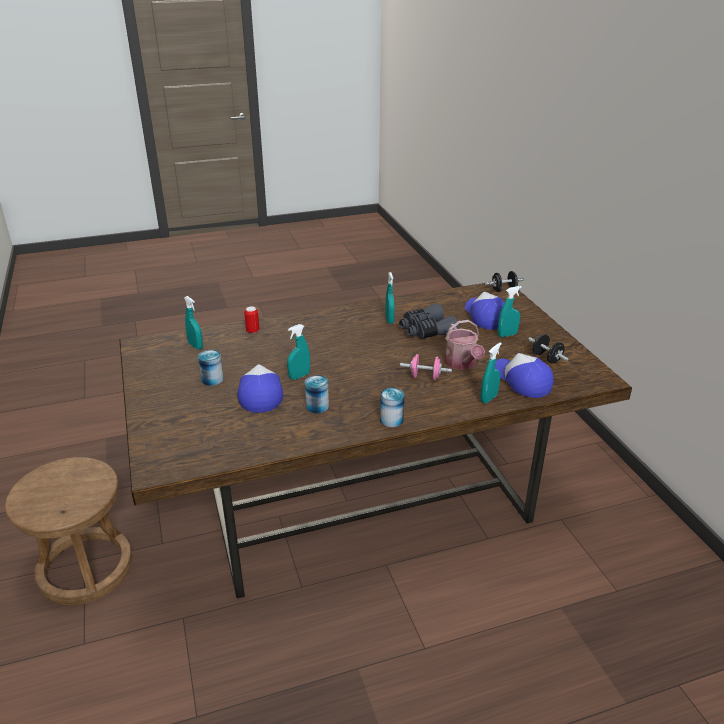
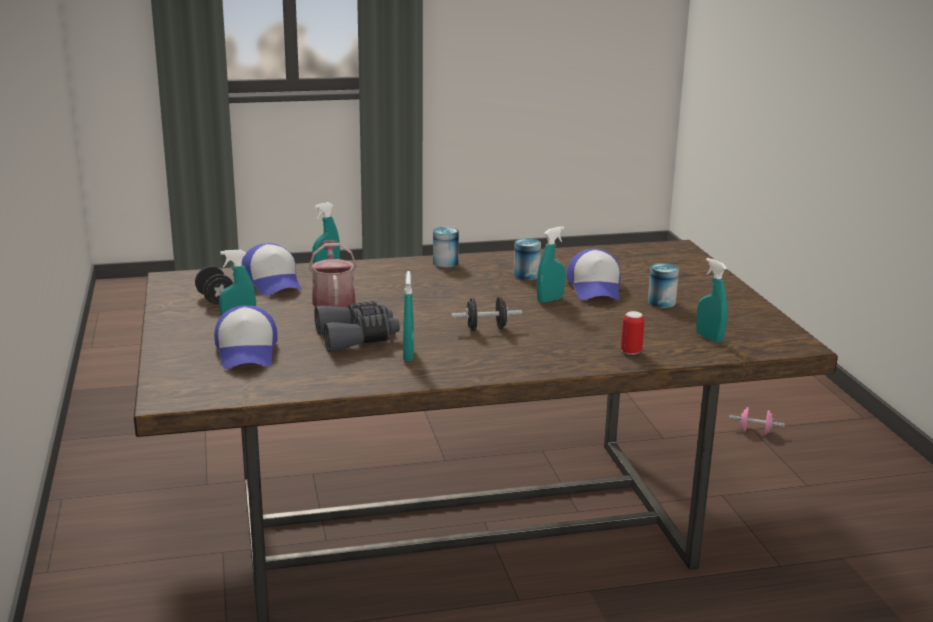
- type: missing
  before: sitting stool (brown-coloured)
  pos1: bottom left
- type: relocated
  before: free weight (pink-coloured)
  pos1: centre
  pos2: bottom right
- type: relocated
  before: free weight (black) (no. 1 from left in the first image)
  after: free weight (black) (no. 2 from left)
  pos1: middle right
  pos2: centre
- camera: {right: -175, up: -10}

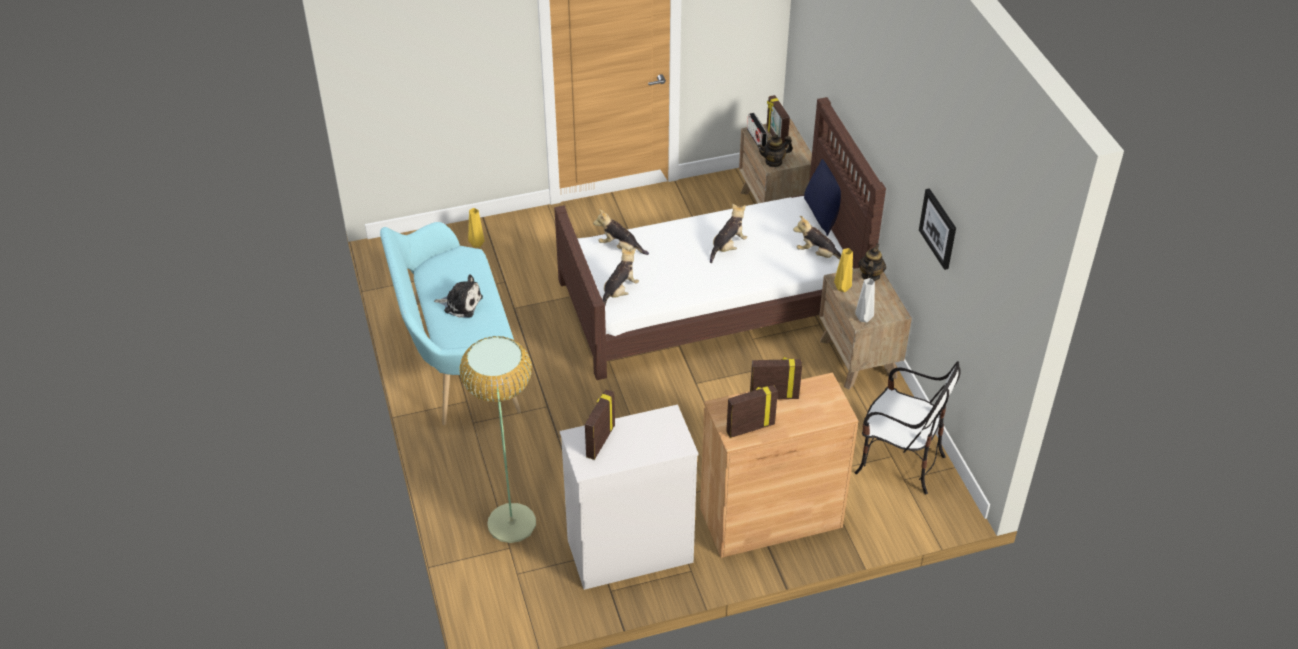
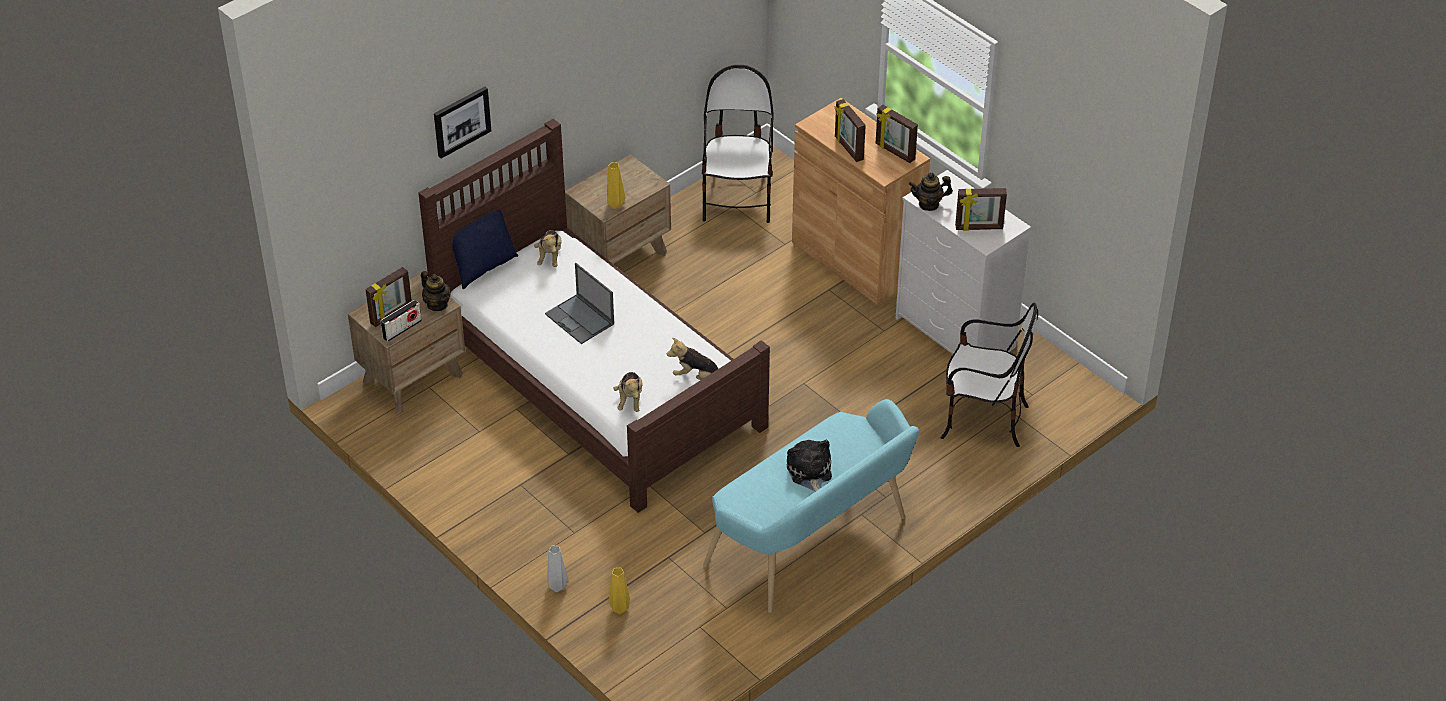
- type: exchanged
  before: standing lamp
  after: upright chair (no. 2 from left)
  pos1: bottom centre
  pos2: middle right
- type: exchanged
  before: plush toy (no. 4 from left)
  after: portable computer
  pos1: centre
  pos2: centre
- type: relocated
  before: flower vase (gray)
  pos1: centre
  pos2: bottom centre
- type: relocated
  before: tea pot (no. 2 from left)
  pos1: middle right
  pos2: top centre
- type: relocated
  before: wall art
  pos1: middle right
  pos2: top left
- camera: {right: -115, up: 0}

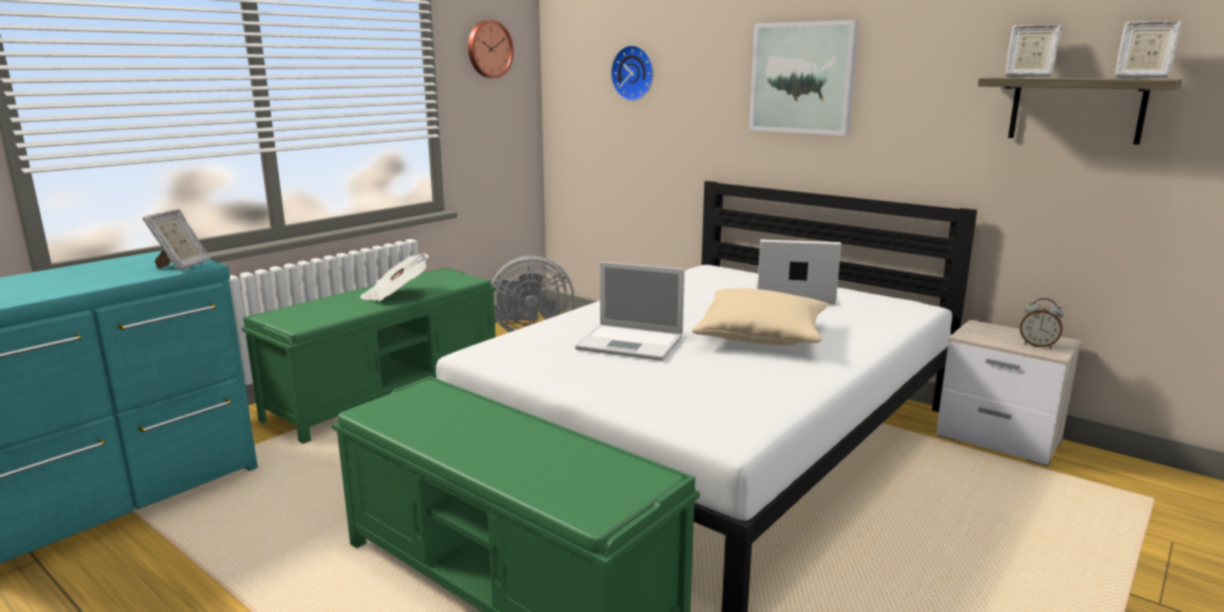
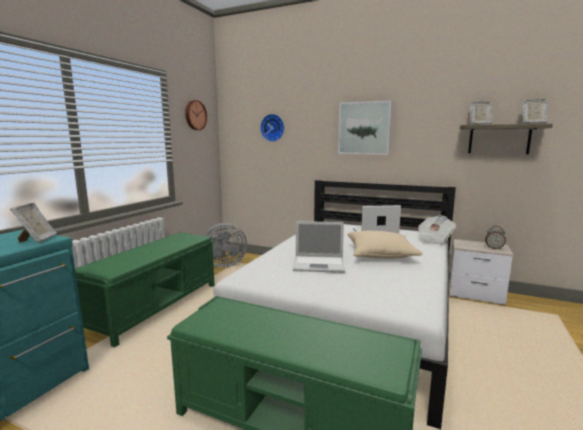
- type: relocated
  before: printed paper
  pos1: middle left
  pos2: middle right
- camera: {right: -15, up: -5}

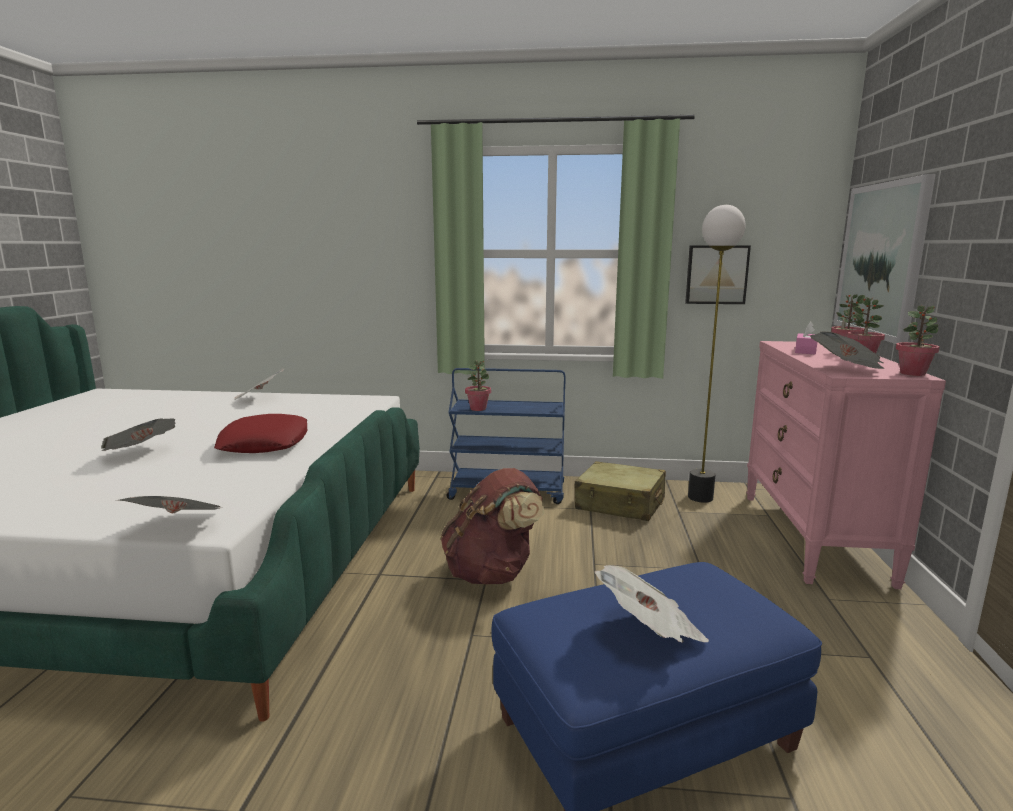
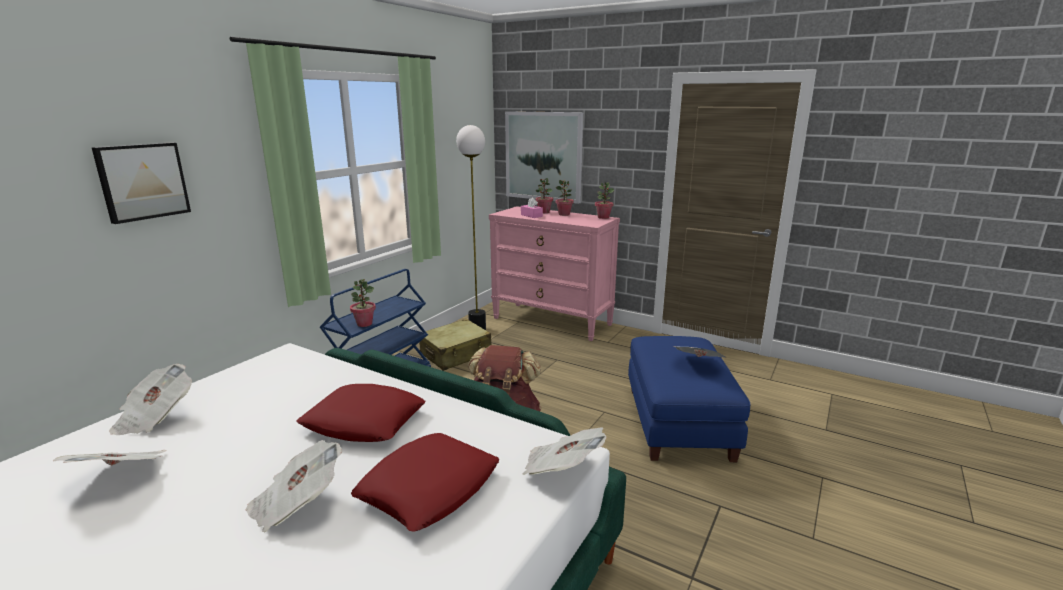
- type: relocated
  before: wall art (no. 1 from left)
  pos1: middle right
  pos2: top left
- type: relocated
  before: printed paper (no. 5 from left in the first image)
  after: printed paper (no. 1 from left)
  pos1: middle right
  pos2: bottom left
- type: appeared
  after: throw pillow (red) (no. 2 from left)
  pos2: bottom centre
- camera: {right: -65, up: 5}

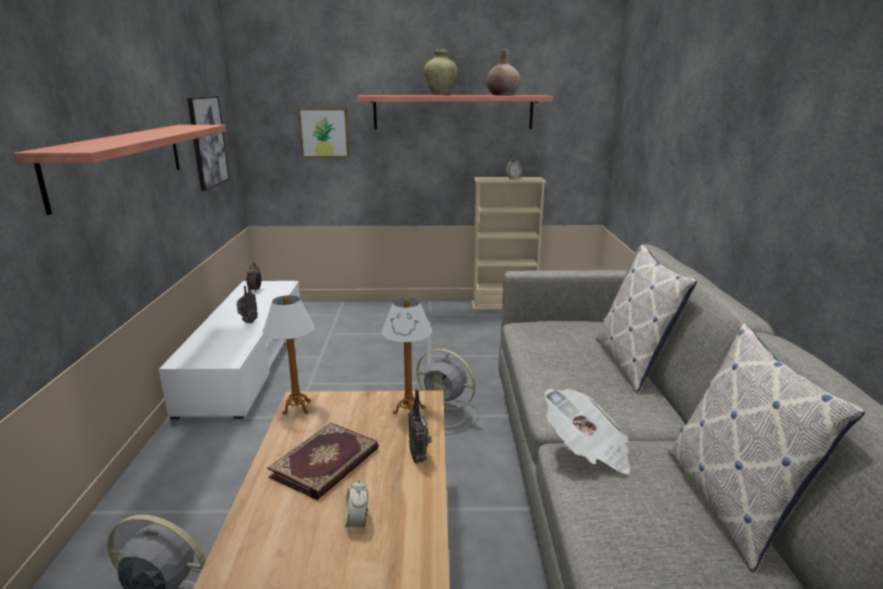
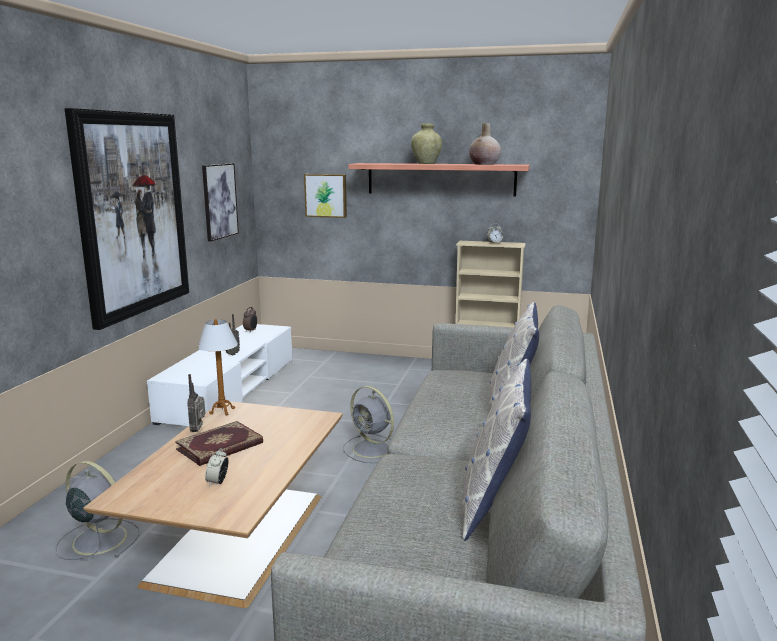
- type: exchanged
  before: bracket shelf (no. 1 from left)
  after: wall art (no. 1 from left)
  pos1: top left
  pos2: middle left
- type: missing
  before: tabletop lamp (no. 2 from left)
  pos1: centre
- type: relocated
  before: radio (no. 2 from left in the first image)
  after: radio (no. 1 from left)
  pos1: bottom centre
  pos2: middle left
- type: missing
  before: printed paper
  pos1: bottom centre
- camera: {right: 15, up: -5}

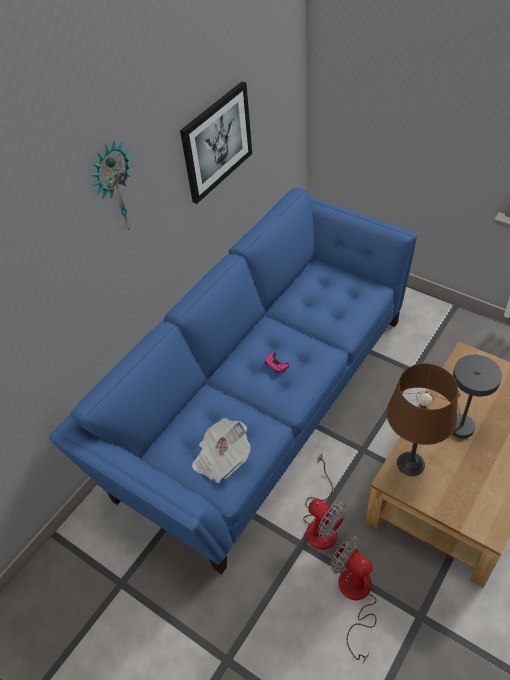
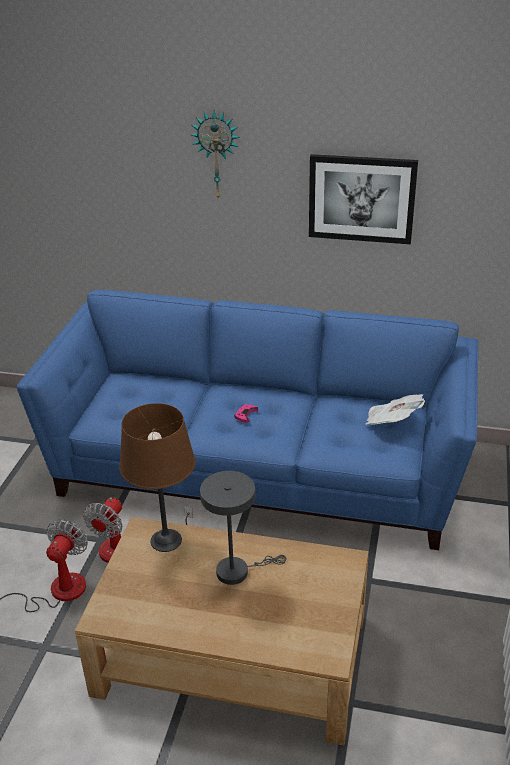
- type: relocated
  before: printed paper
  pos1: centre
  pos2: middle right
- camera: {right: 65, up: -15}

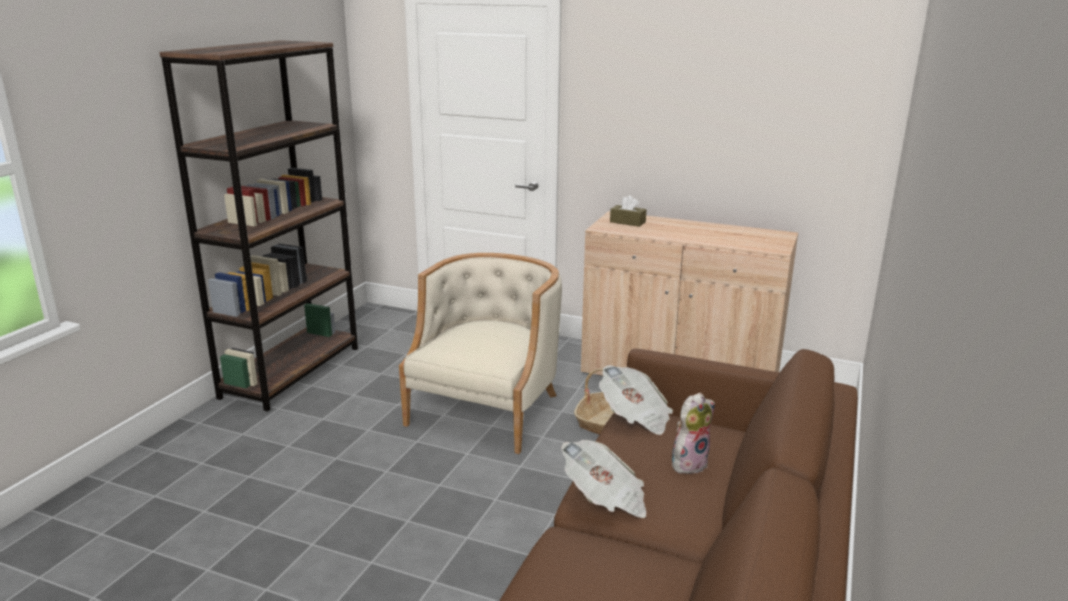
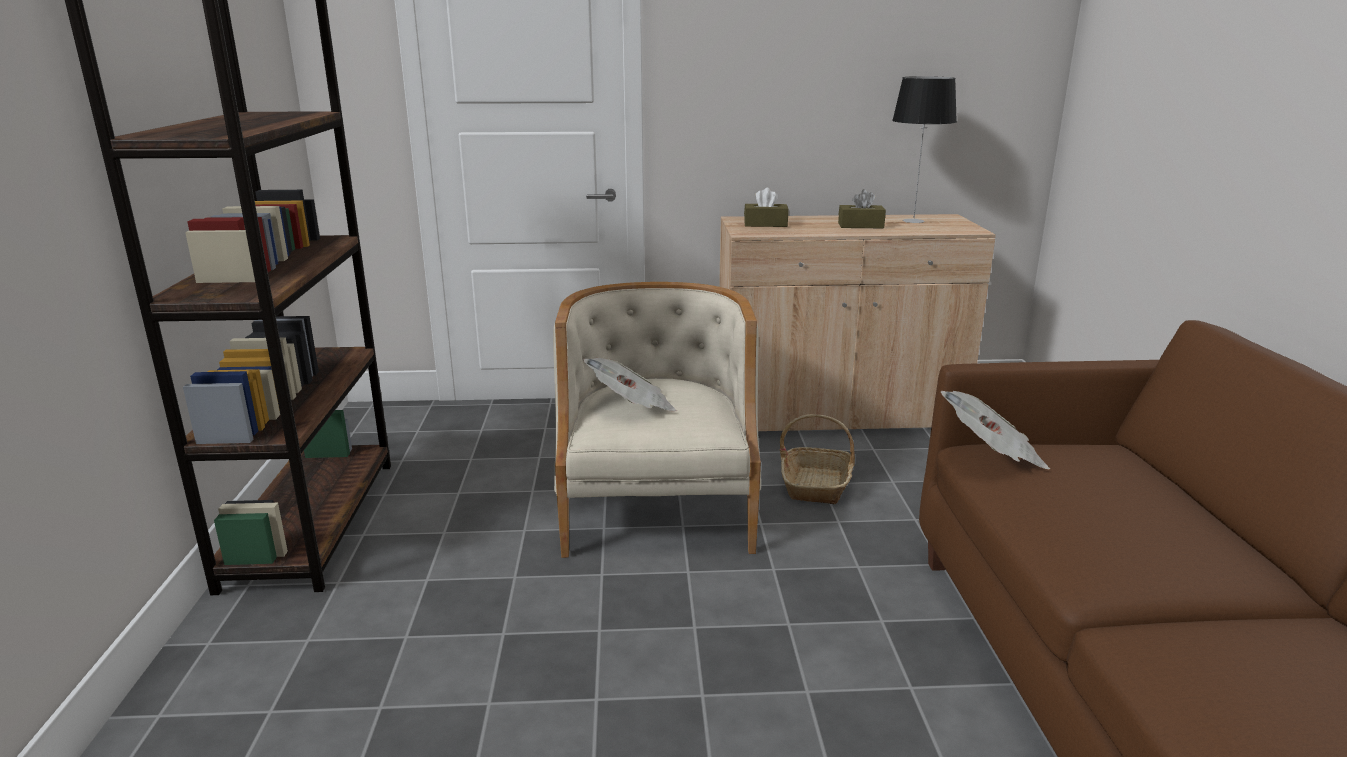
- type: relocated
  before: printed paper (no. 1 from left)
  pos1: bottom centre
  pos2: centre
- type: missing
  before: plush toy
  pos1: bottom centre
- type: appeared
  after: tissue holder (brown-coloured) (no. 2 from left)
  pos2: top centre
- type: appeared
  after: tabletop lamp
  pos2: top right
- camera: {right: -25, up: 0}

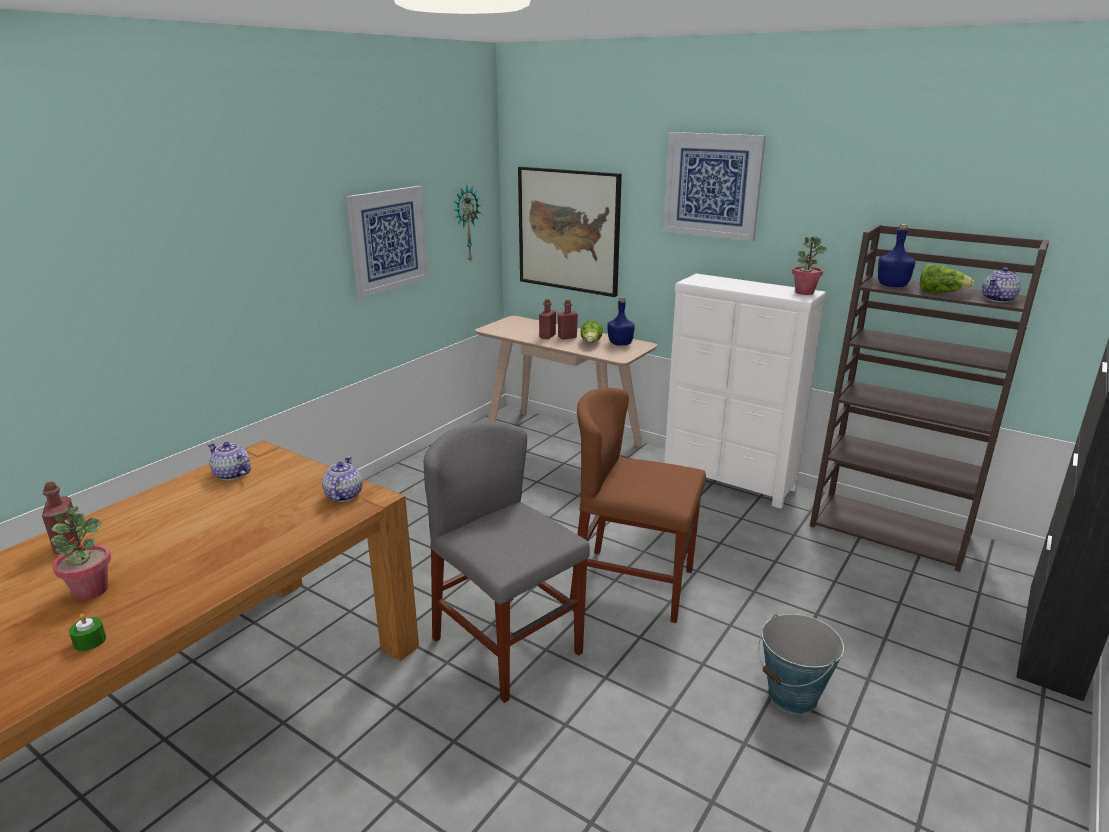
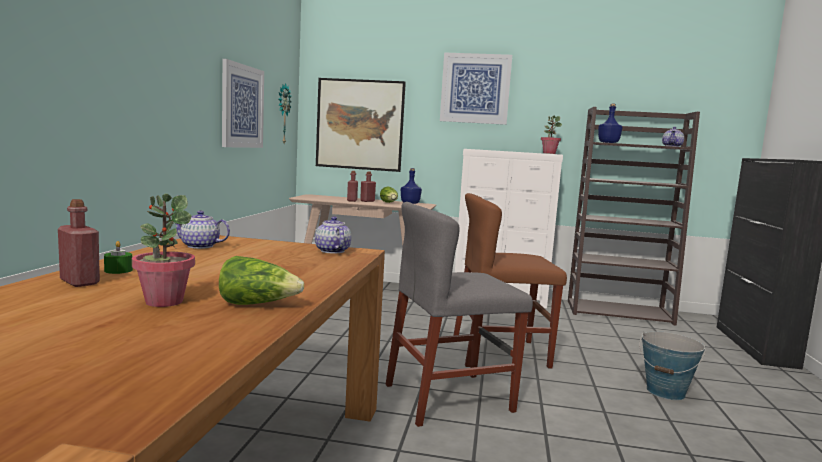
- type: relocated
  before: candle (green-coloured)
  pos1: bottom left
  pos2: middle left
- type: spun
  before: upright chair (gray)
  pos1: bottom centre
  pos2: bottom centre
  turn: -45
- type: relocated
  before: head of lettuce (no. 2 from left in the first image)
  after: head of lettuce (no. 1 from left)
  pos1: middle right
  pos2: middle left
- camera: {right: -25, up: -15}

